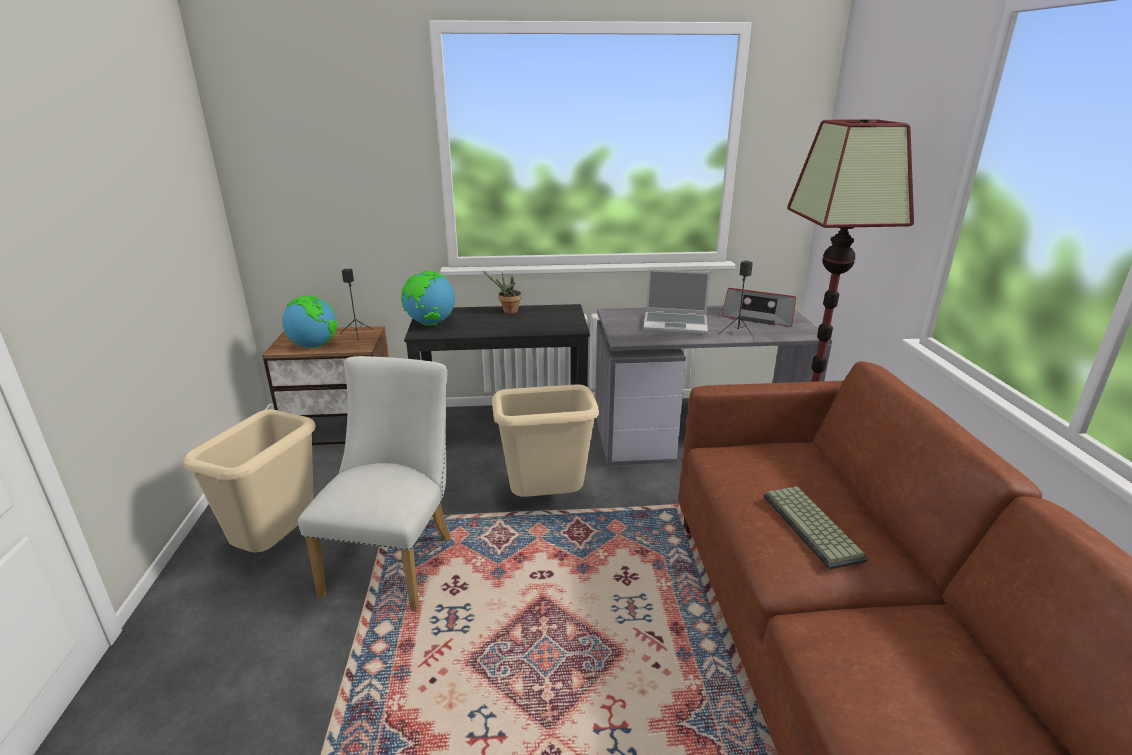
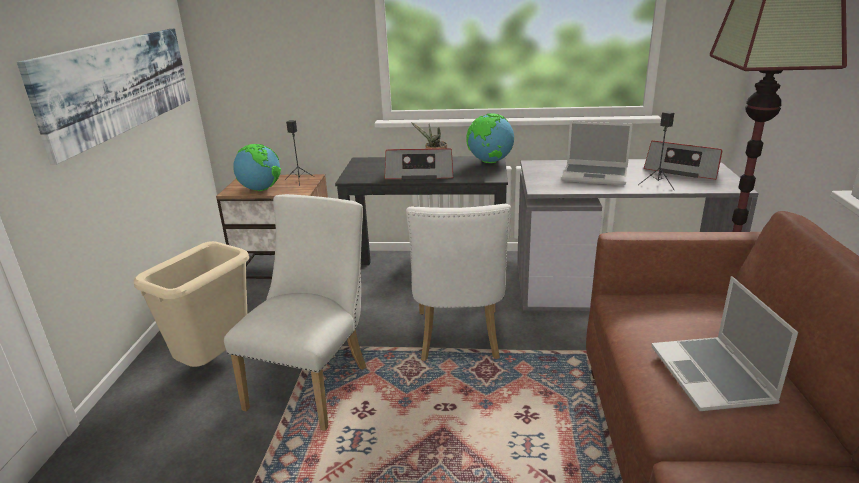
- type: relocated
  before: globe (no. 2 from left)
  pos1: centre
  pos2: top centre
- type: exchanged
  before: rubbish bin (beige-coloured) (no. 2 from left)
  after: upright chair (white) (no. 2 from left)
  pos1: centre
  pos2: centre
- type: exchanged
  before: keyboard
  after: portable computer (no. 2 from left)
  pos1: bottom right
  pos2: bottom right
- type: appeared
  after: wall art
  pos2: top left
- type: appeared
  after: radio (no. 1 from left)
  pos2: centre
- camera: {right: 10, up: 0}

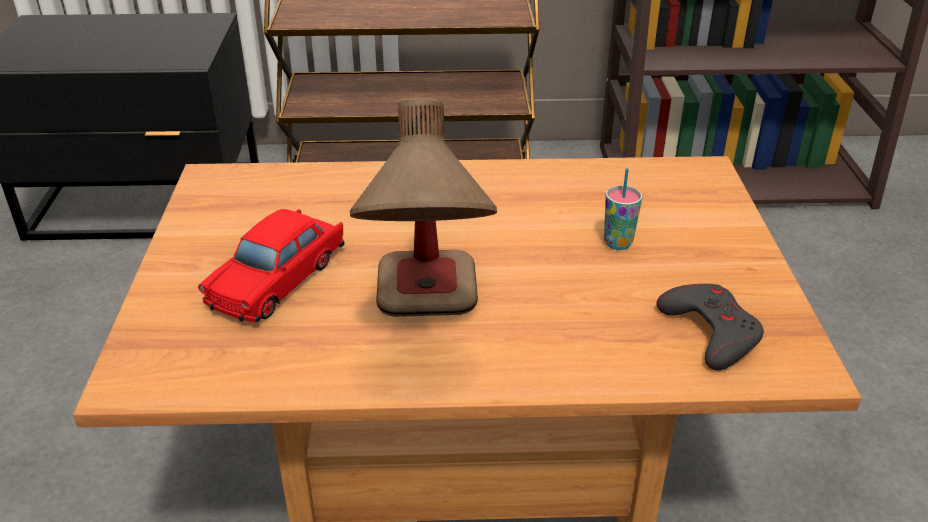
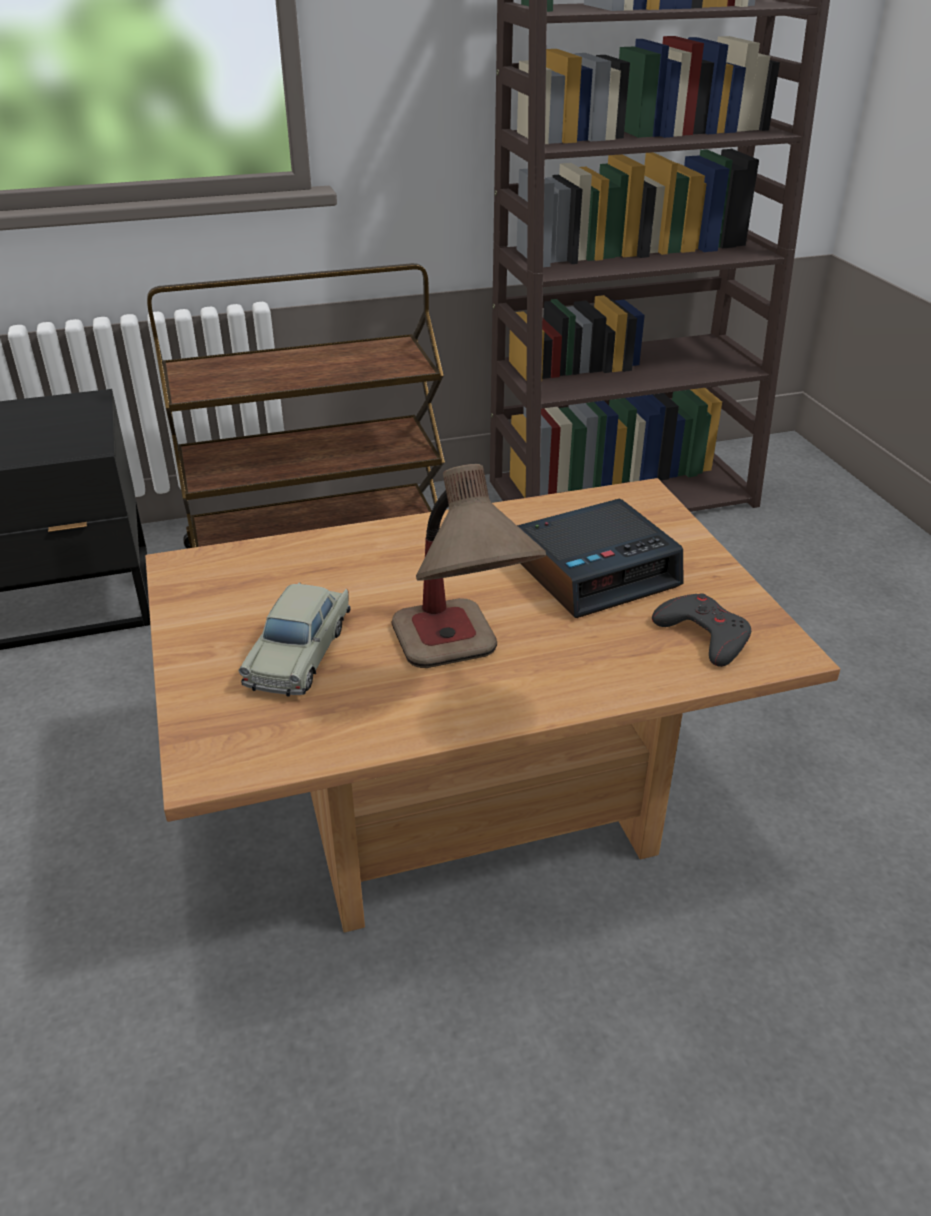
- type: colour
  before: miniature car (red)
  after: miniature car (beige-coloured)
  pos1: middle left
  pos2: middle left
- type: exchanged
  before: small cup
  after: bedside clock
  pos1: middle right
  pos2: centre
- camera: {right: -15, up: 0}

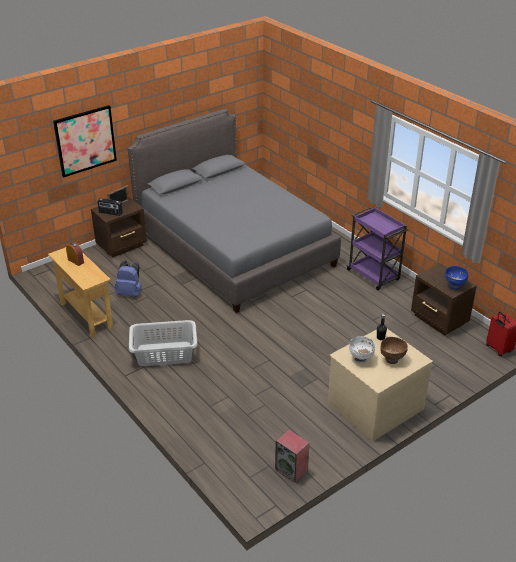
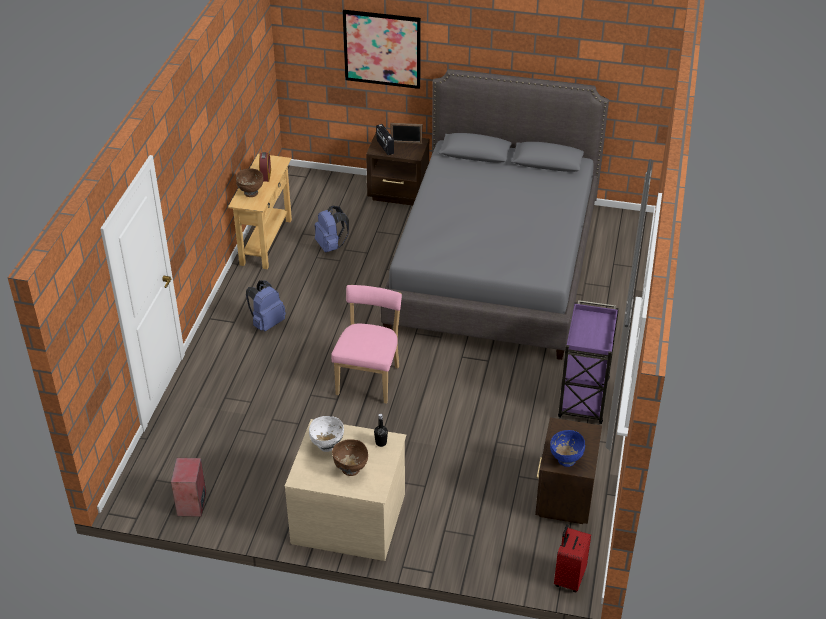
- type: exchanged
  before: washing basket (gray)
  after: knapsack (blue) (no. 1 from left)
  pos1: middle left
  pos2: middle left
- type: appeared
  after: bowl (brown-coloured) (no. 1 from left)
  pos2: top left
- type: appeared
  after: upright chair (pink-coloured)
  pos2: centre
- camera: {right: 50, up: 5}

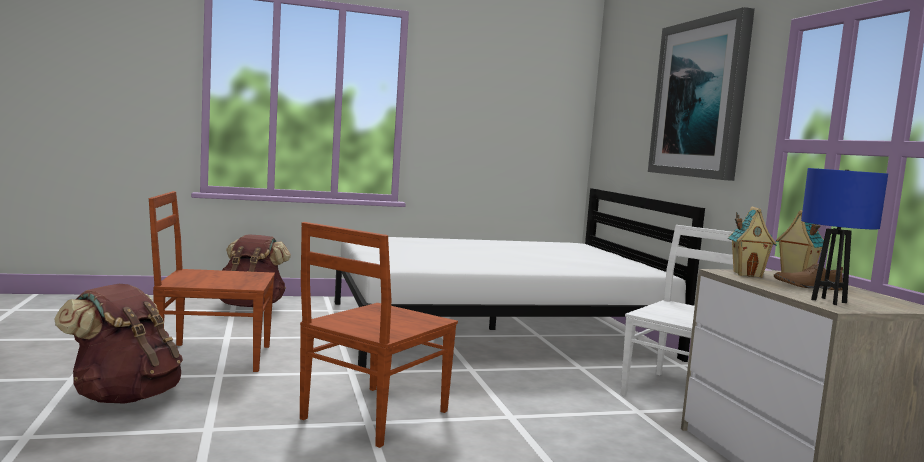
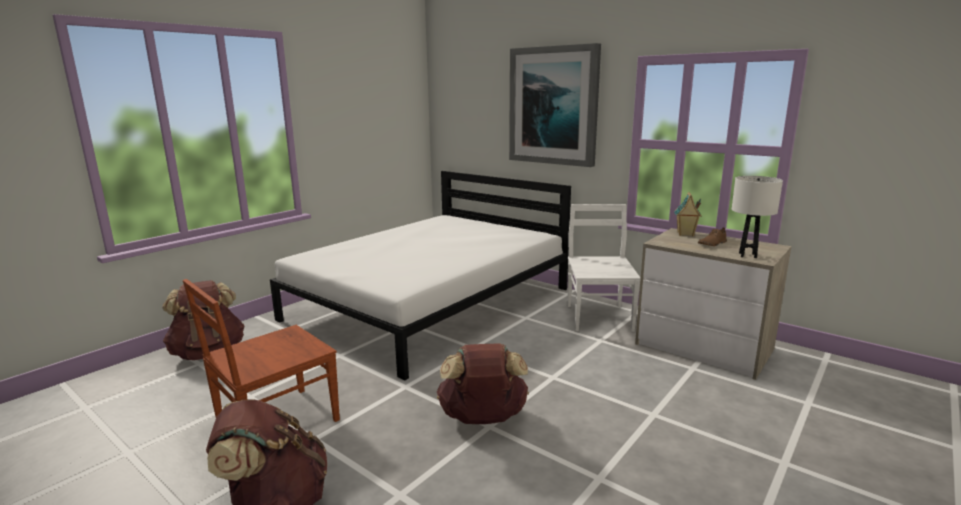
- type: exchanged
  before: upright chair (brown-coloured) (no. 2 from left)
  after: knapsack (brown-coloured) (no. 3 from left)
  pos1: bottom centre
  pos2: bottom centre
- type: missing
  before: model house (no. 1 from left)
  pos1: middle right
- type: colour
  before: tabletop lamp (blue)
  after: tabletop lamp (white)
  pos1: middle right
  pos2: middle right
- camera: {right: -35, up: 10}

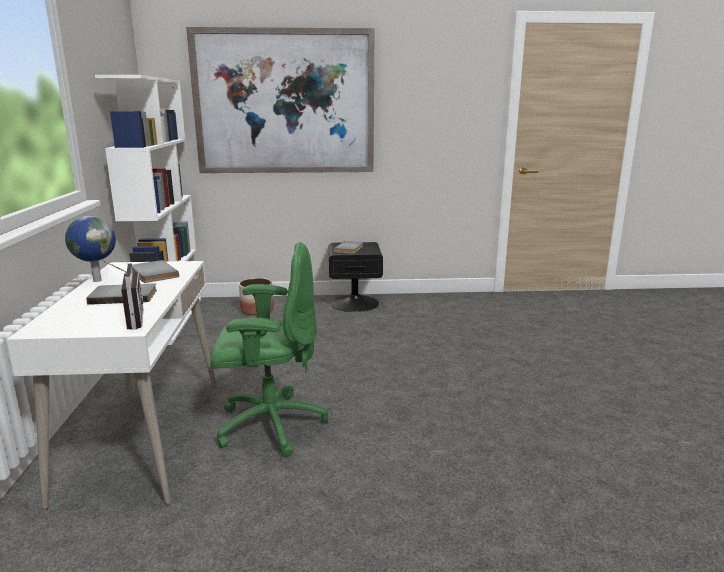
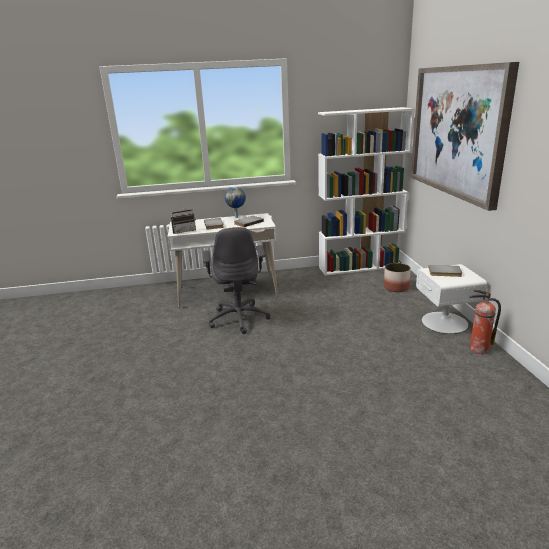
- type: colour
  before: office chair (green-coloured)
  after: office chair (gray)
  pos1: centre
  pos2: centre
- type: colour
  before: bedside table (black)
  after: bedside table (white)
  pos1: centre
  pos2: middle right
- type: appeared
  after: extinguisher
  pos2: middle right
- camera: {right: 85, up: 5}

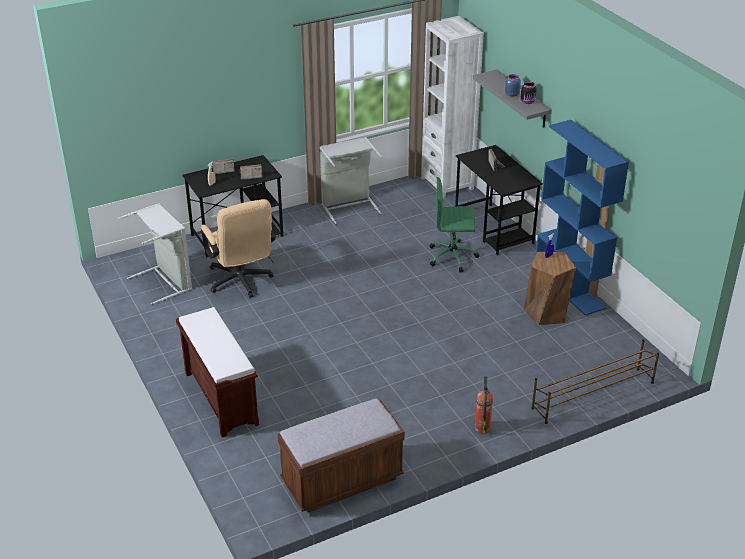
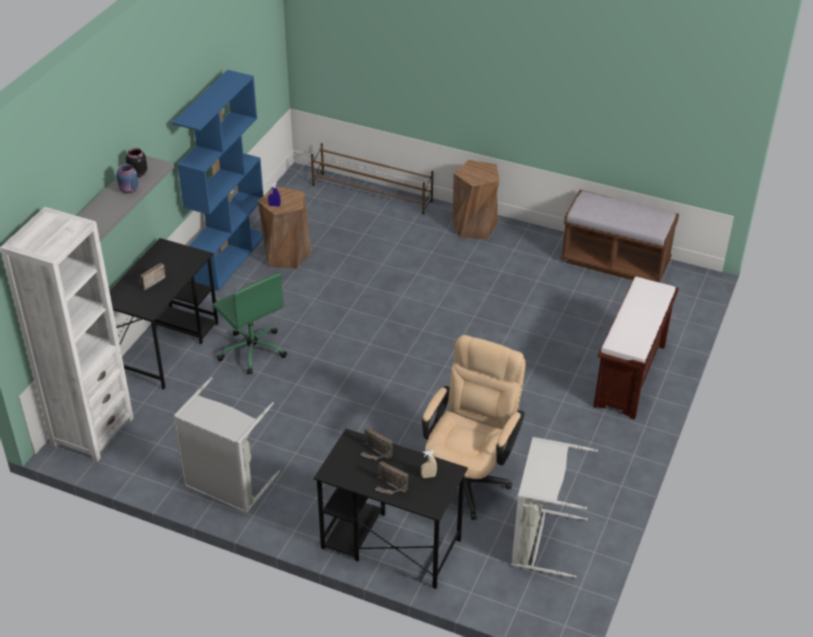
- type: exchanged
  before: extinguisher
  after: sitting stool (brown-coloured) (no. 2 from left)
  pos1: bottom centre
  pos2: top centre
- camera: {right: -130, up: 5}

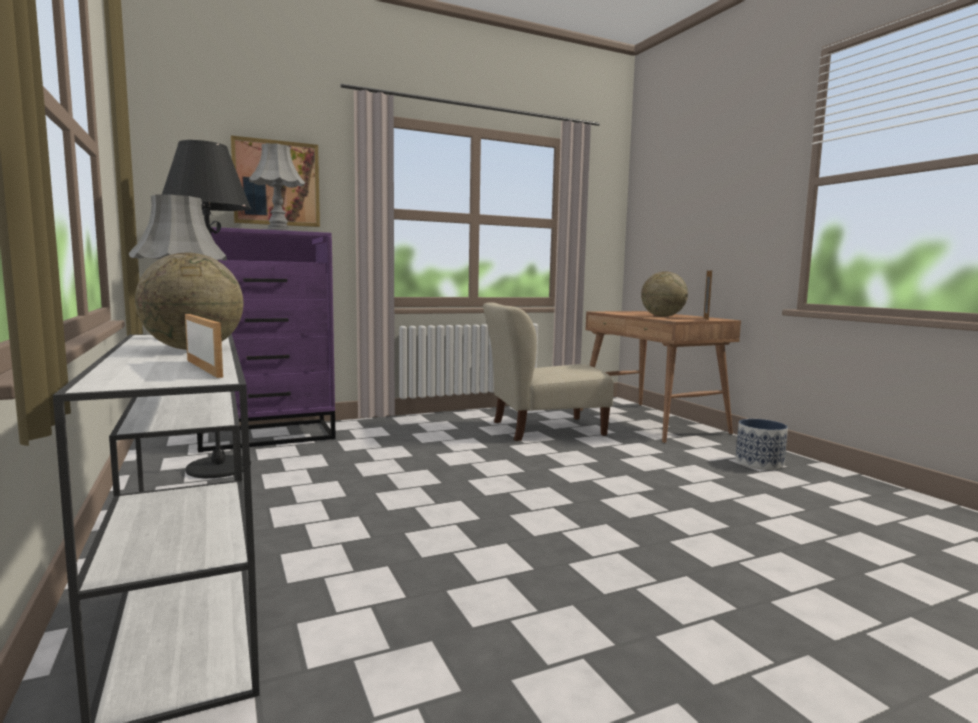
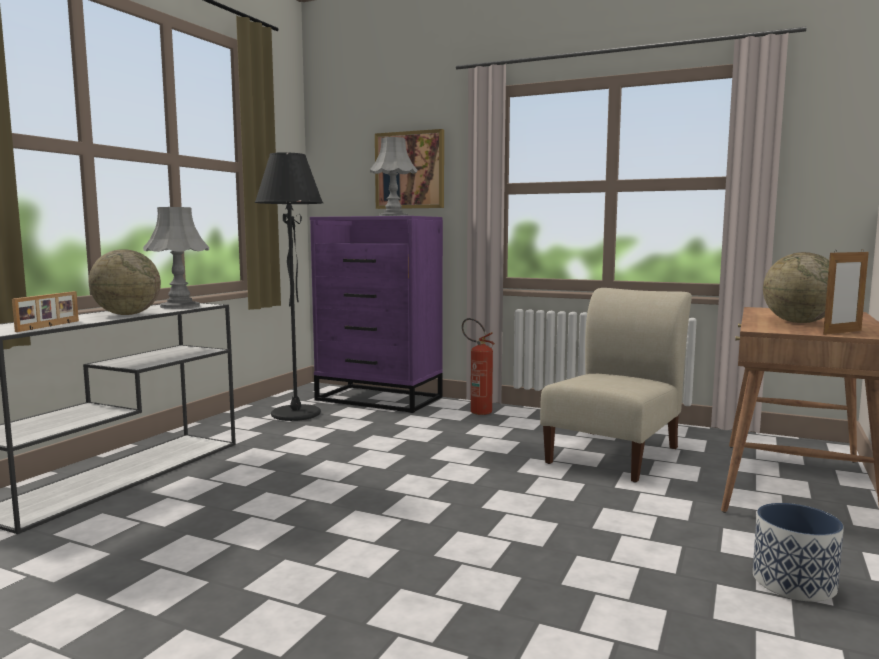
- type: spun
  before: upright chair (beige-coloured)
  pos1: centre
  pos2: middle right
  turn: 90
- type: appeared
  after: extinguisher
  pos2: centre
- camera: {right: 50, up: 0}

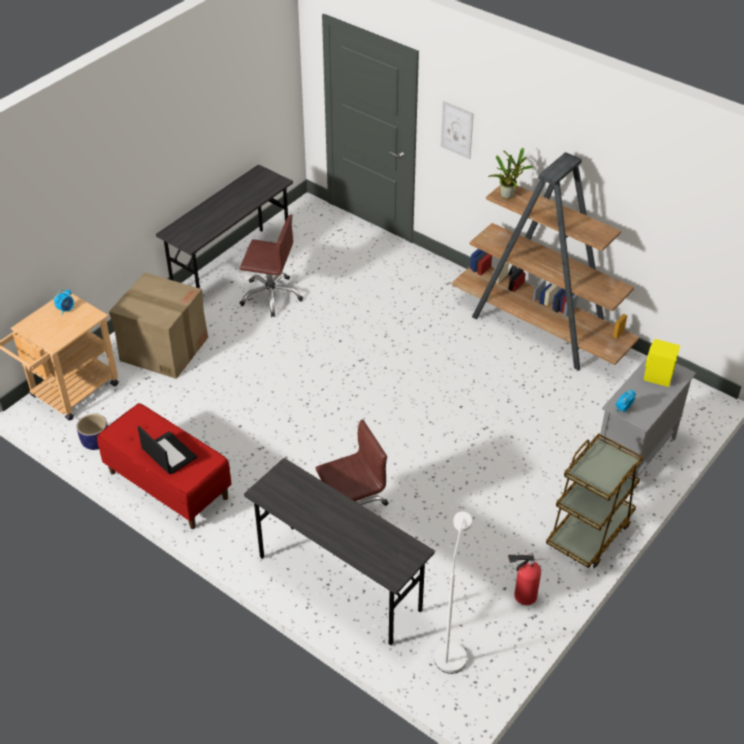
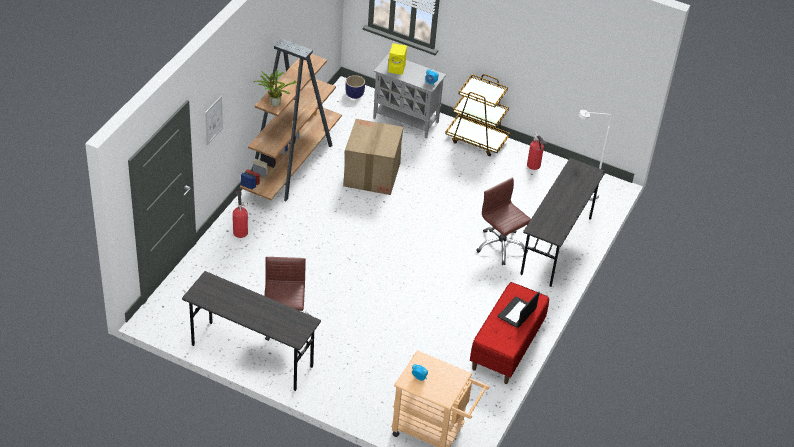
- type: relocated
  before: flower pot
  pos1: middle left
  pos2: top centre
- type: relocated
  before: cardboard box
  pos1: middle left
  pos2: centre
- type: appeared
  after: extinguisher (no. 1 from left)
  pos2: middle left
- camera: {right: -105, up: 0}

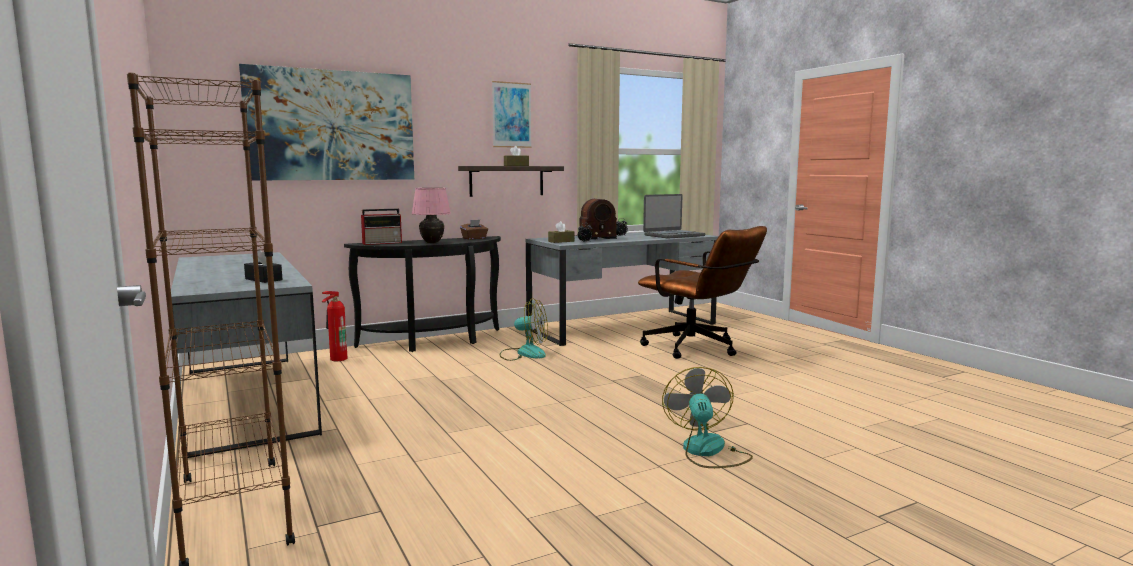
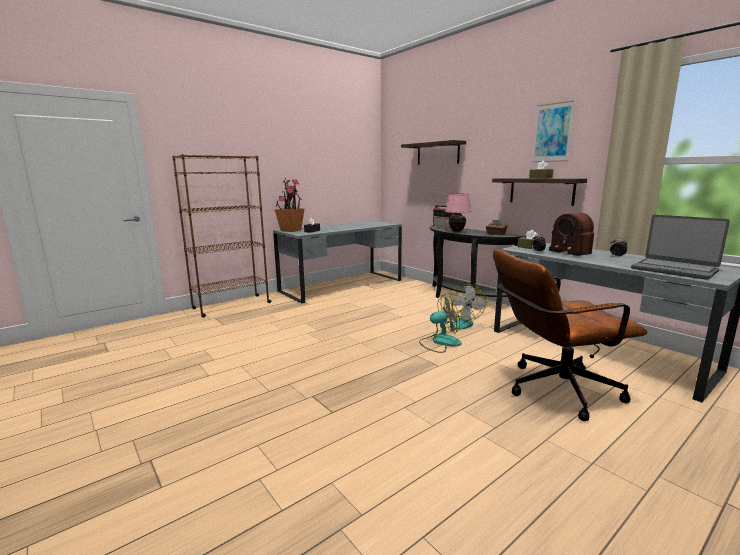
- type: exchanged
  before: wall art (no. 1 from left)
  after: bracket shelf (no. 1 from left)
  pos1: top left
  pos2: top centre
- type: missing
  before: extinguisher
  pos1: middle left
- type: spun
  before: office chair (brown-coloured)
  pos1: centre
  pos2: middle right
  turn: 45
- type: relocated
  before: fan (no. 2 from left in the first image)
  after: fan (no. 1 from left)
  pos1: bottom centre
  pos2: centre
- type: appeared
  after: potted plant
  pos2: centre
- camera: {right: 80, up: 5}

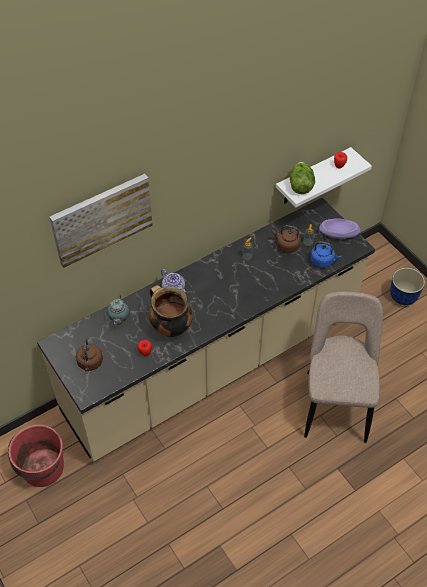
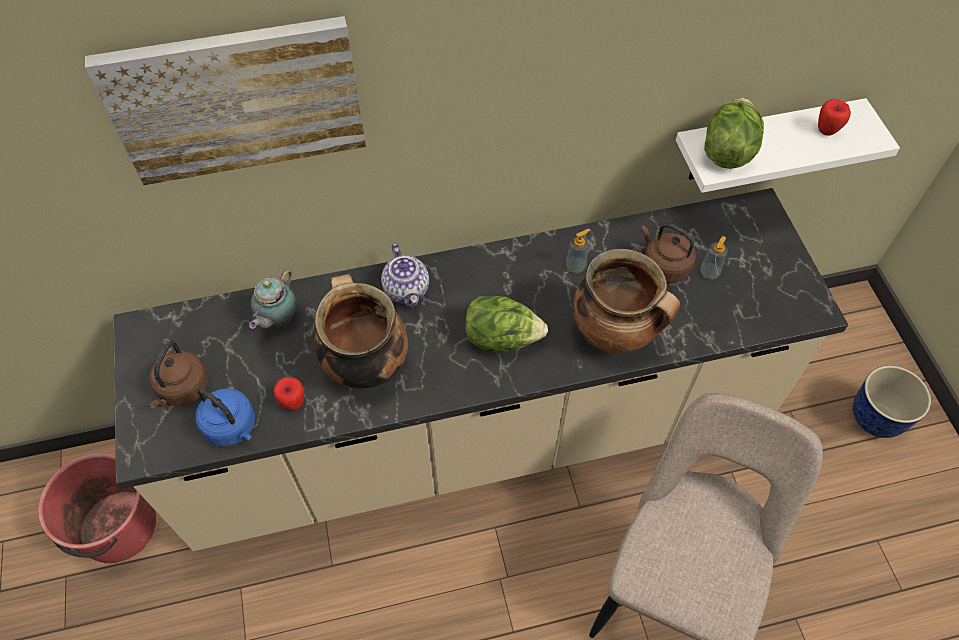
- type: relocated
  before: water kettle (blue)
  pos1: middle right
  pos2: middle left
- type: missing
  before: bowl (purple-coloured)
  pos1: middle right
- type: appeared
  after: head of lettuce (no. 1 from left)
  pos2: centre
- type: appeared
  after: stockpot (no. 2 from left)
  pos2: centre
- camera: {right: 20, up: 5}

